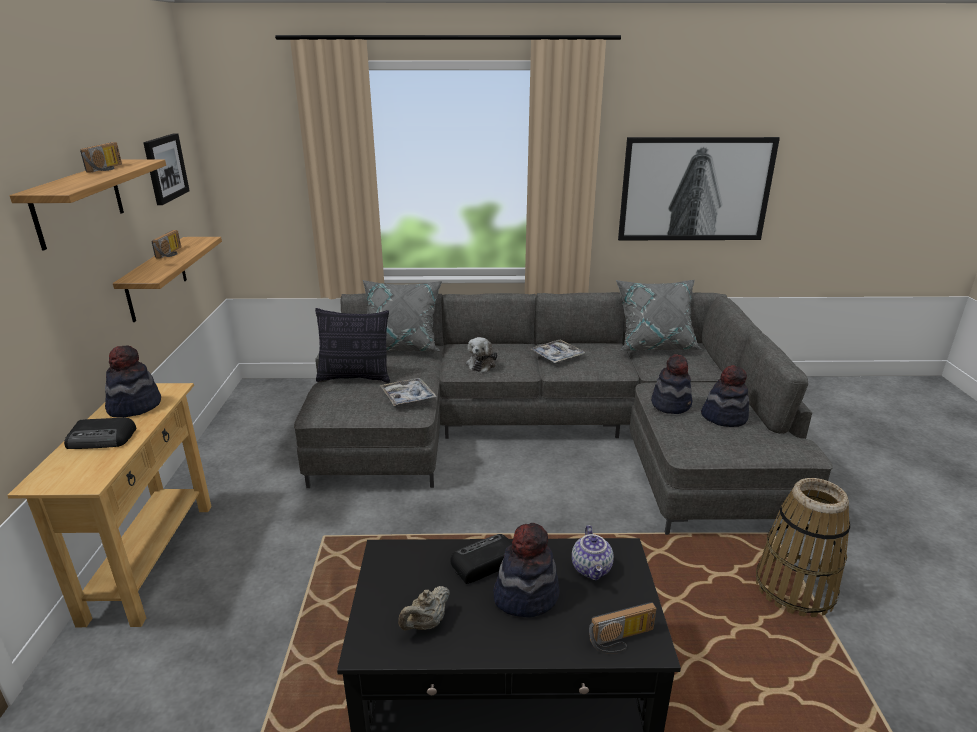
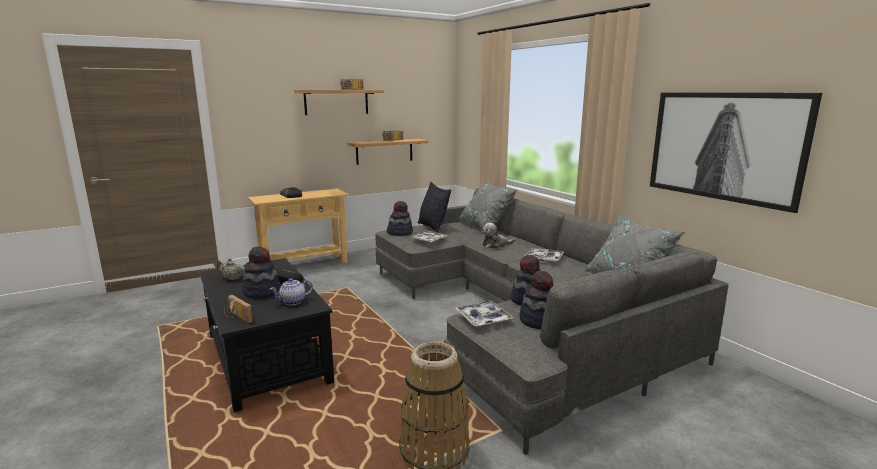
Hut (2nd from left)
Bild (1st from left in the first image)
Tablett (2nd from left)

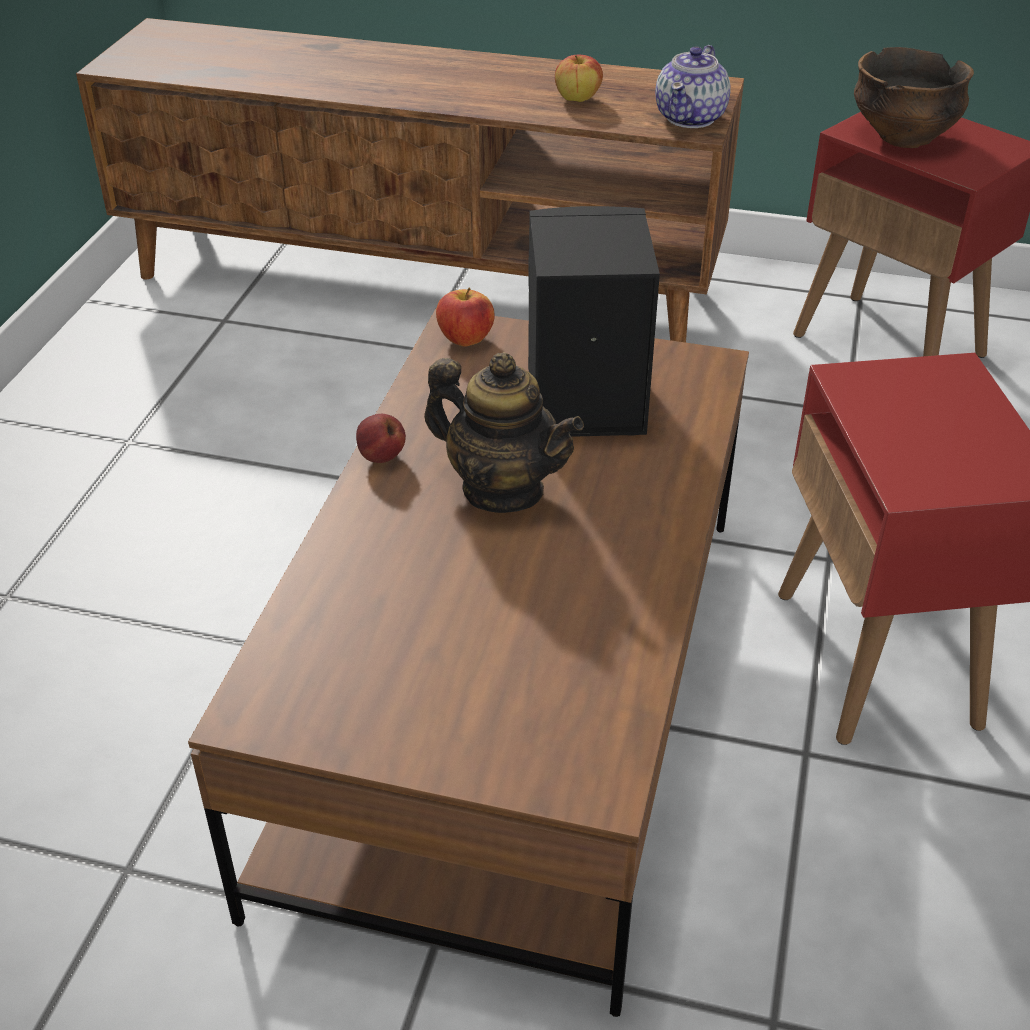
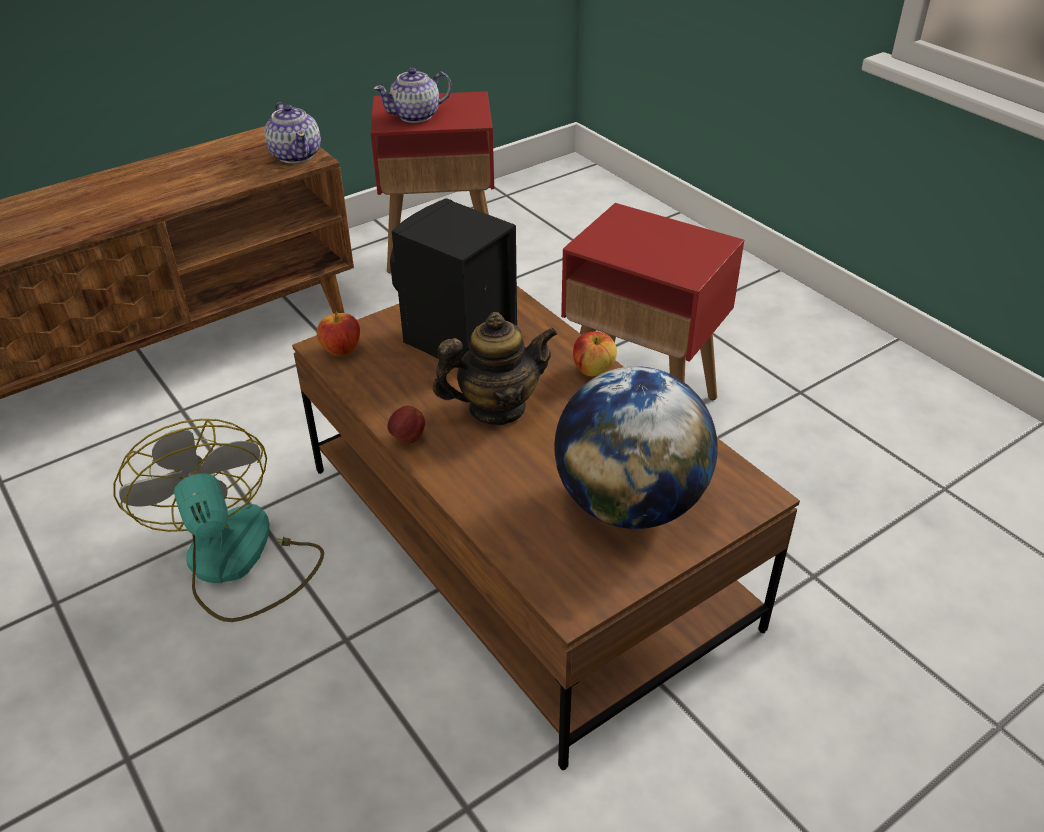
Apfel (3rd from left)
Teekanne (2nd from left)
Ventilator
Globus

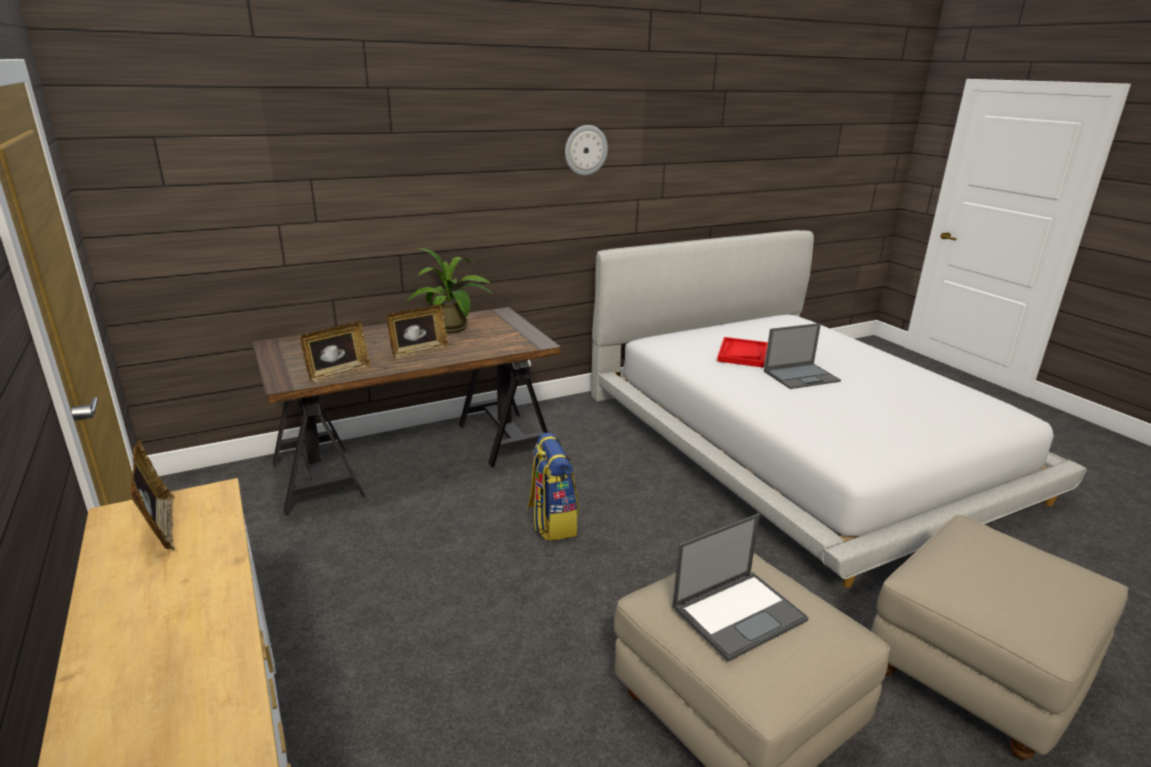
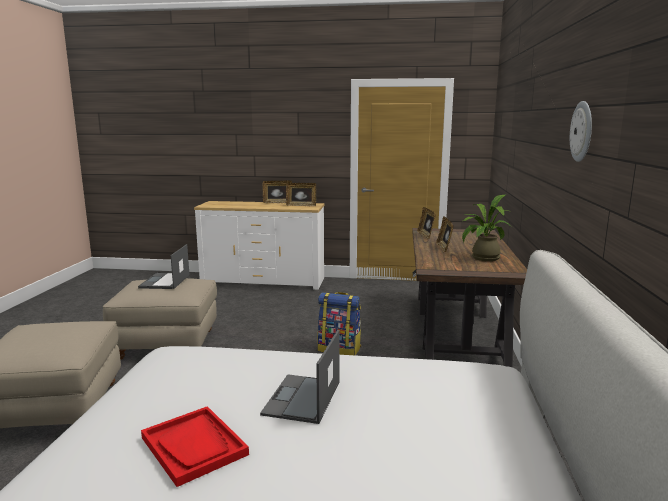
Tablett [rot]
Bilderrahmen (1st from left)

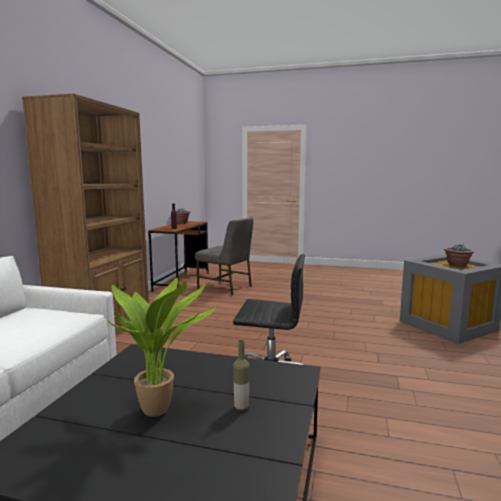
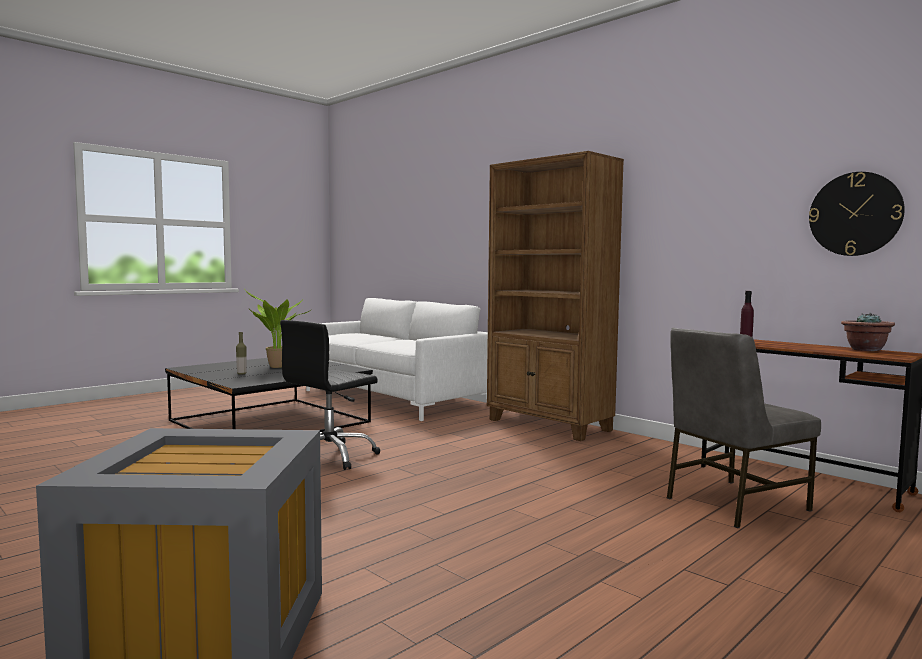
Topfpflanze (3rd from left in the first image)
Wanduhr

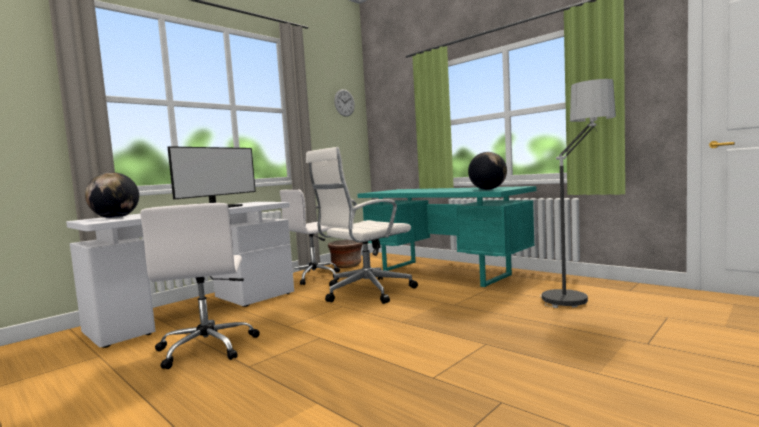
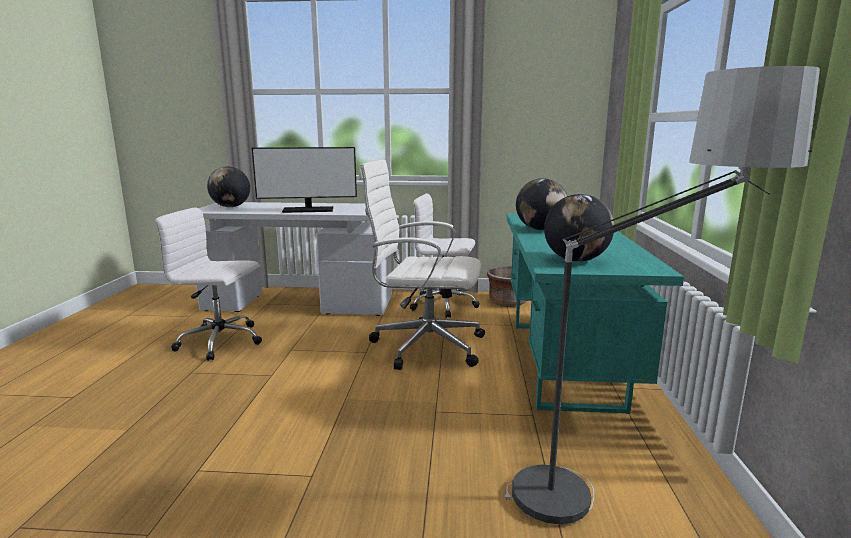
Bürostuhl [weiß] (1st from left)
Wanduhr
Globus (2nd from left)

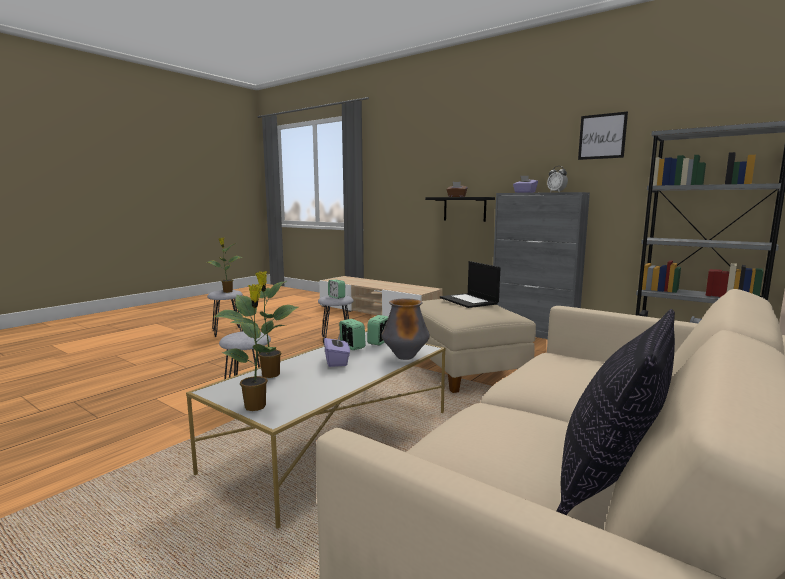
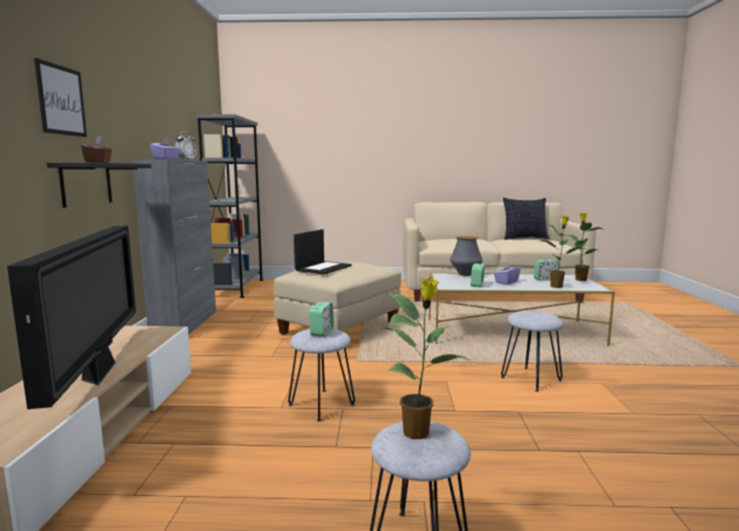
Wecker (4th from left)
Bild
Fernseher

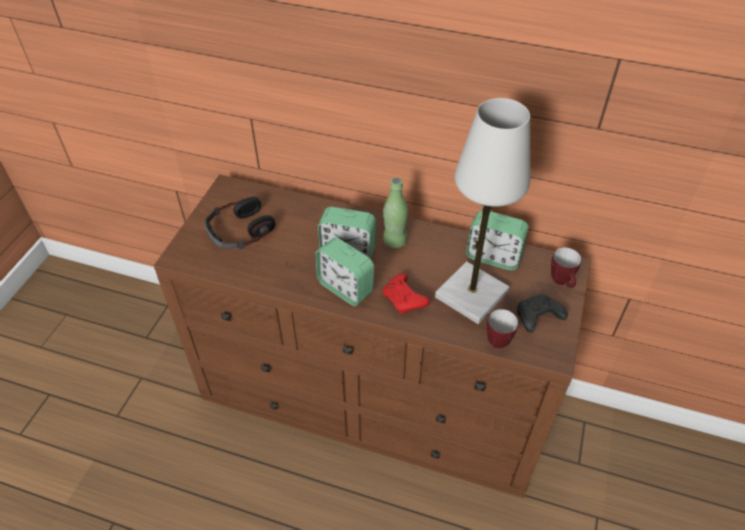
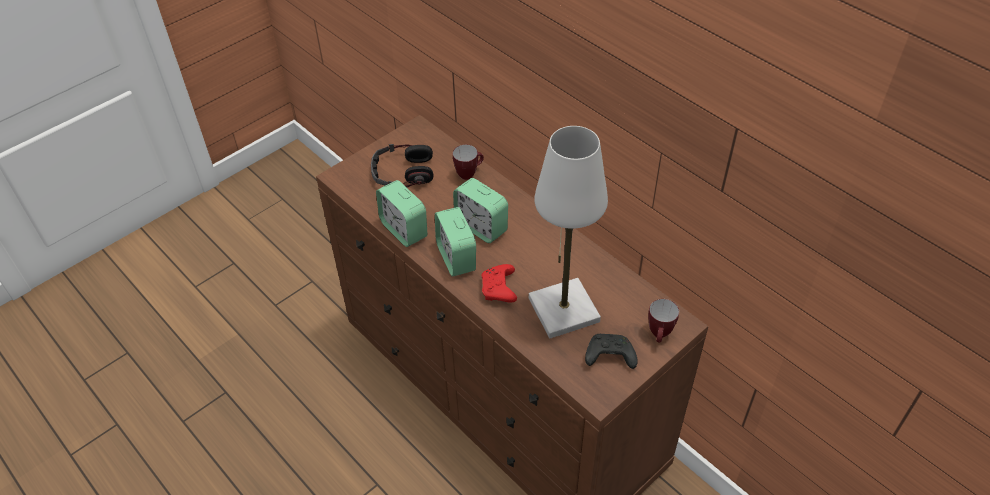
Flasche [grün]
Wecker (1st from left)
Henkelbecher (1st from left)

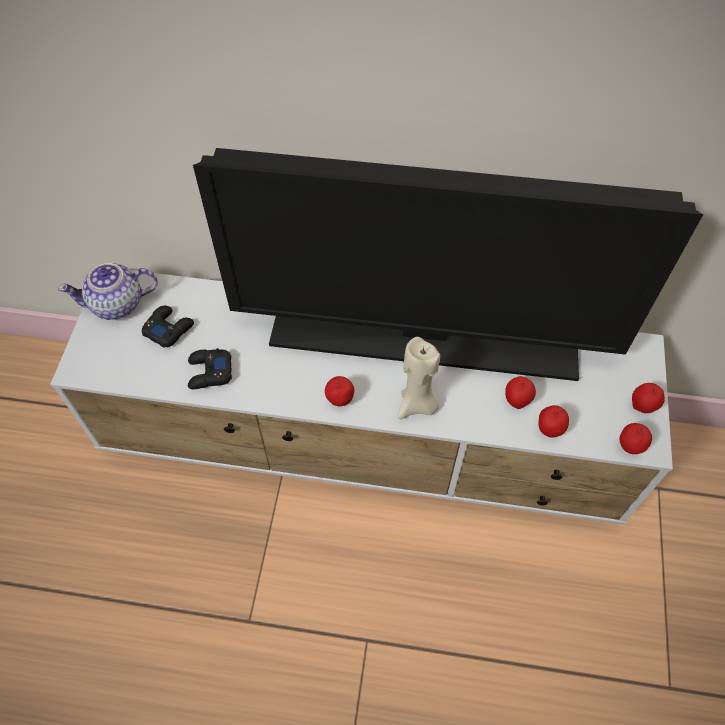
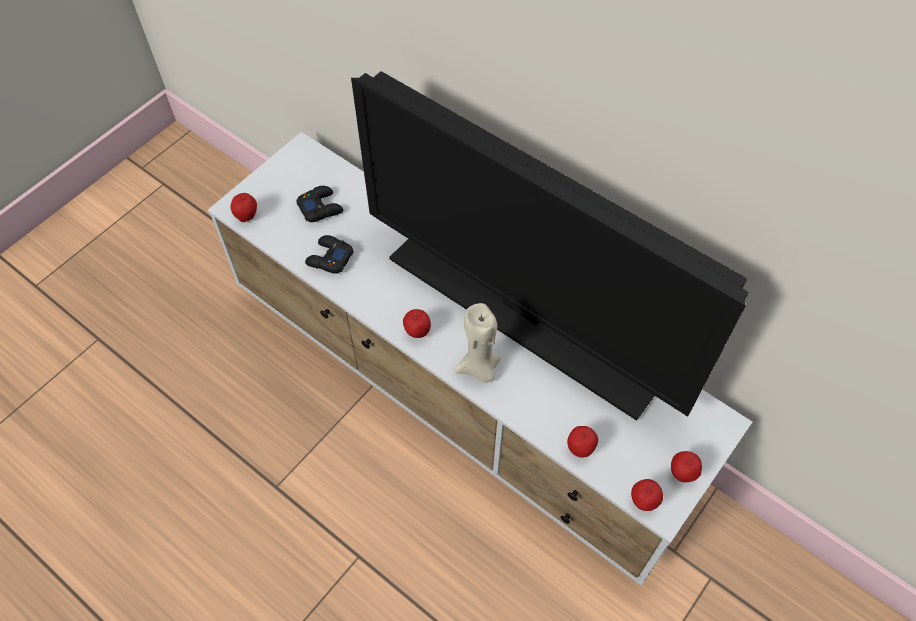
Teekanne
Apfel (1st from left)

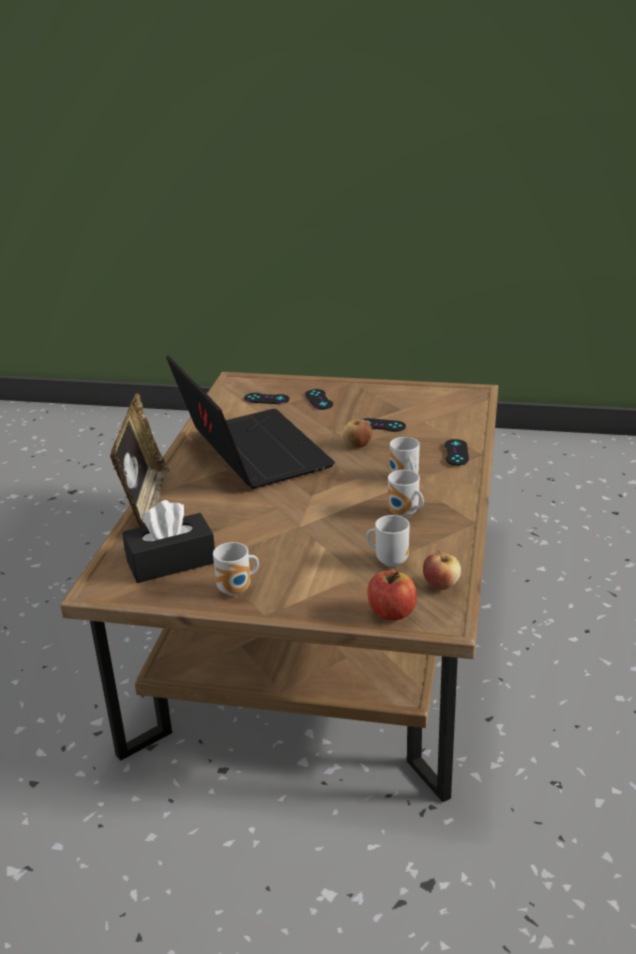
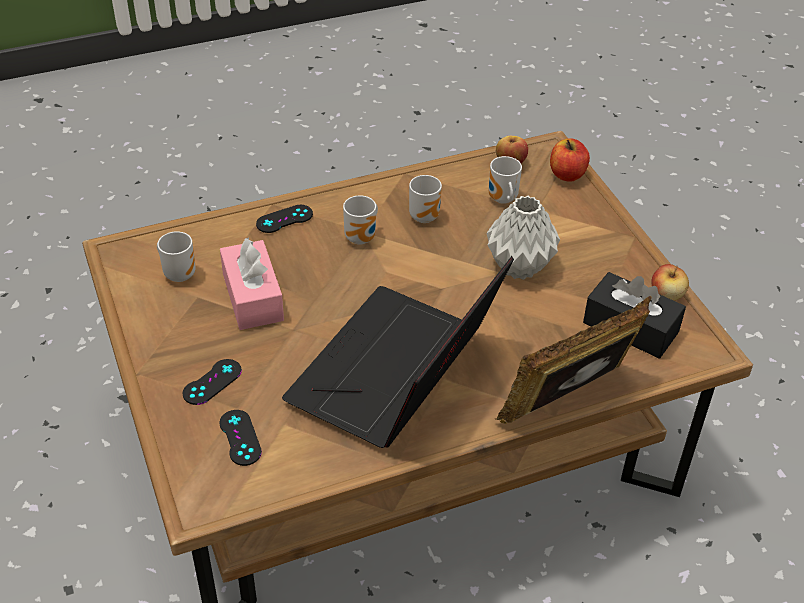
Henkelbecher (1st from left)
Apfel (3rd from left)
Taschentuchbox [rosa]
Vase [grau]

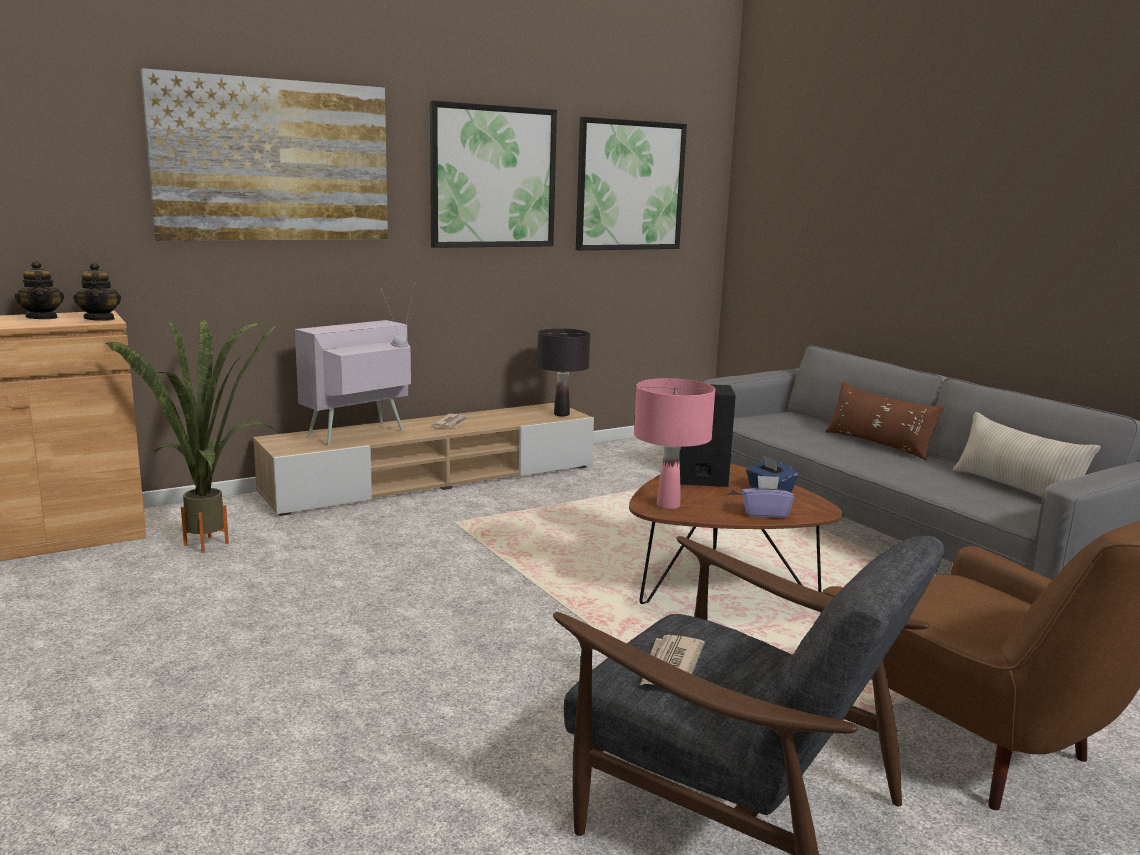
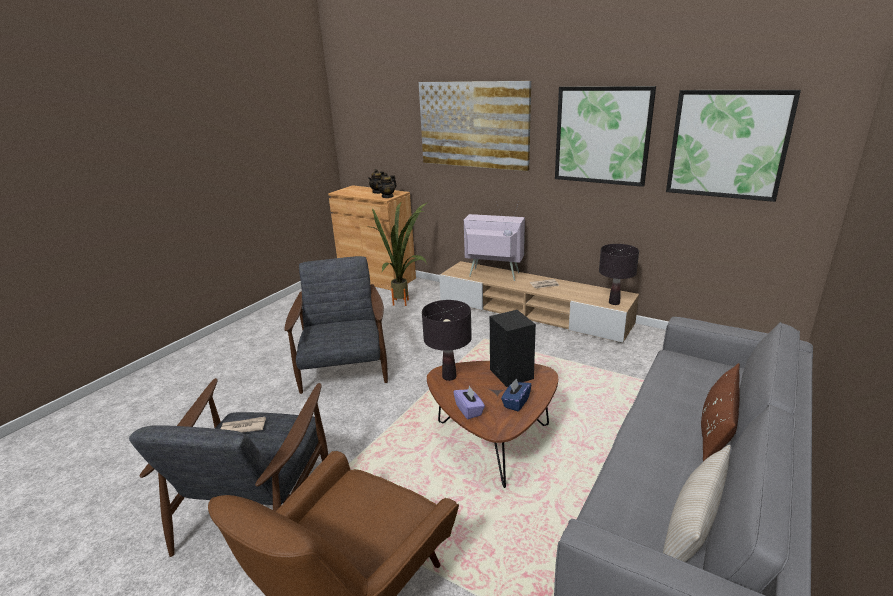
Tischlampe [schwarz] (1st from left)
Sessel [grau] (2nd from left)

